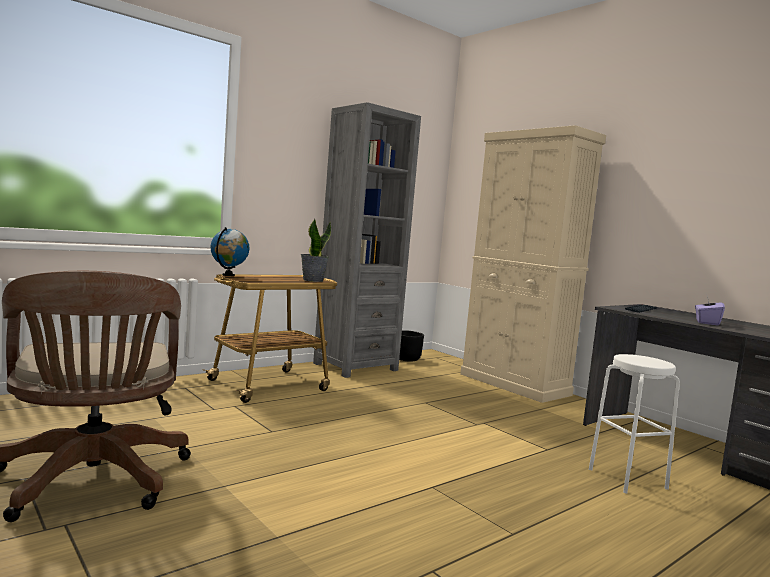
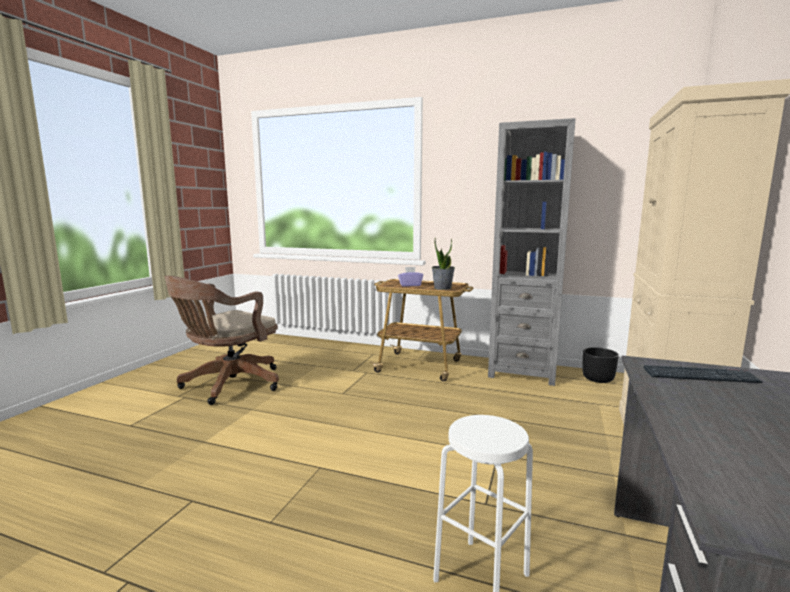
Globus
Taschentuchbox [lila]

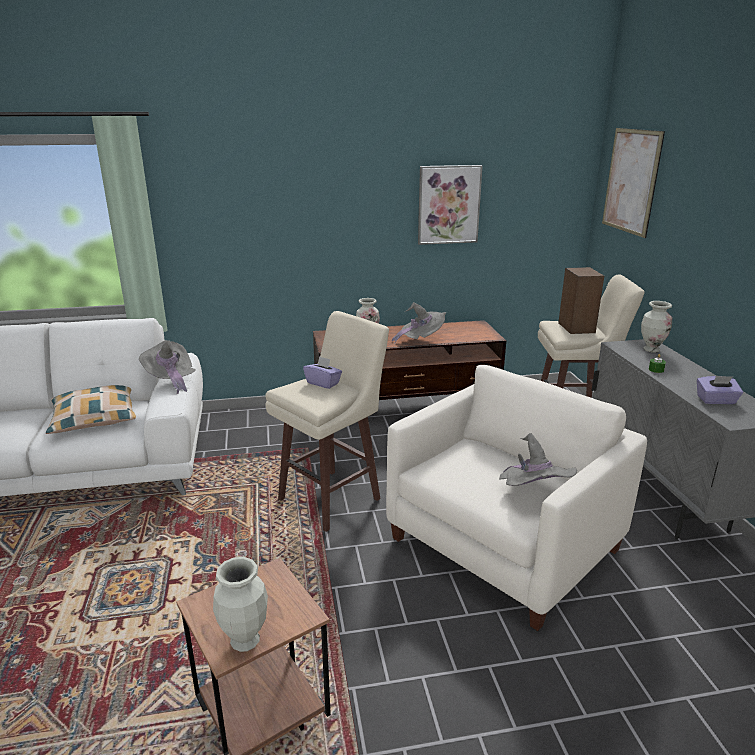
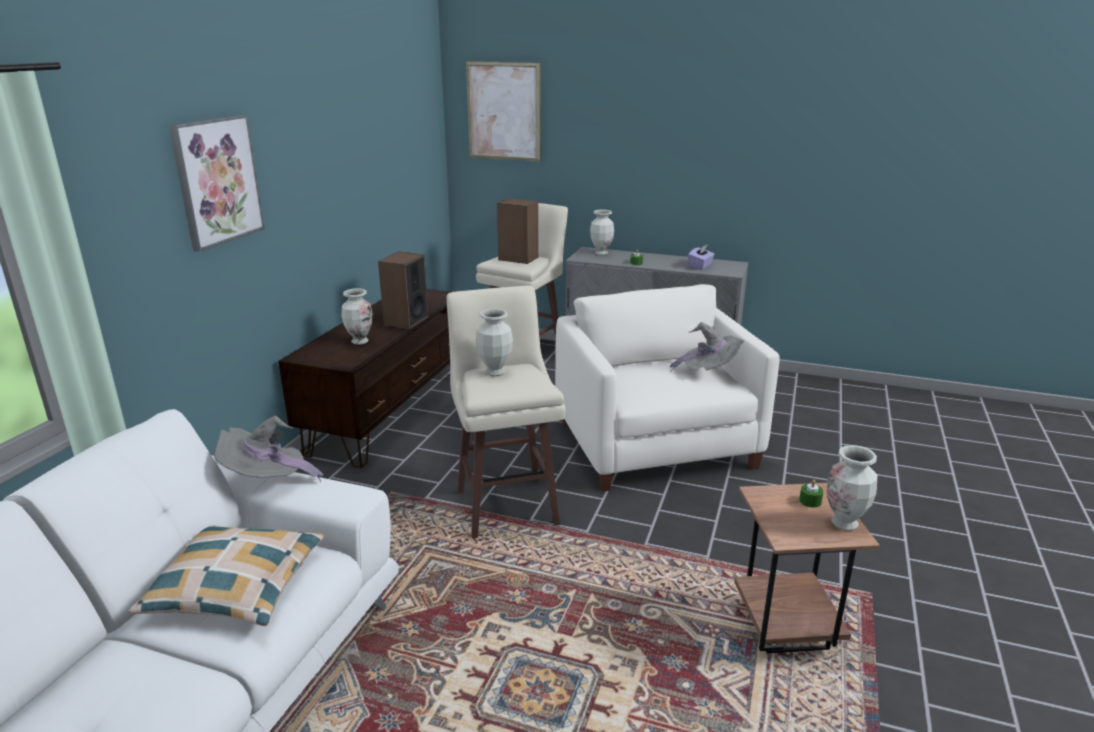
Vase (2nd from left)
Lautsprecher (1st from left)
Bild (1st from left)
Kerze [grün] (2nd from left)

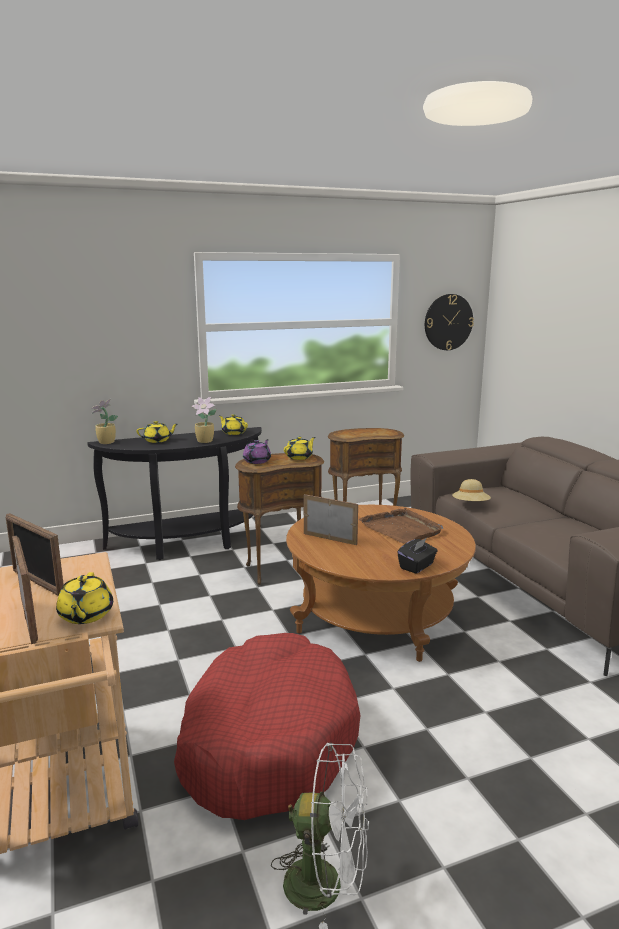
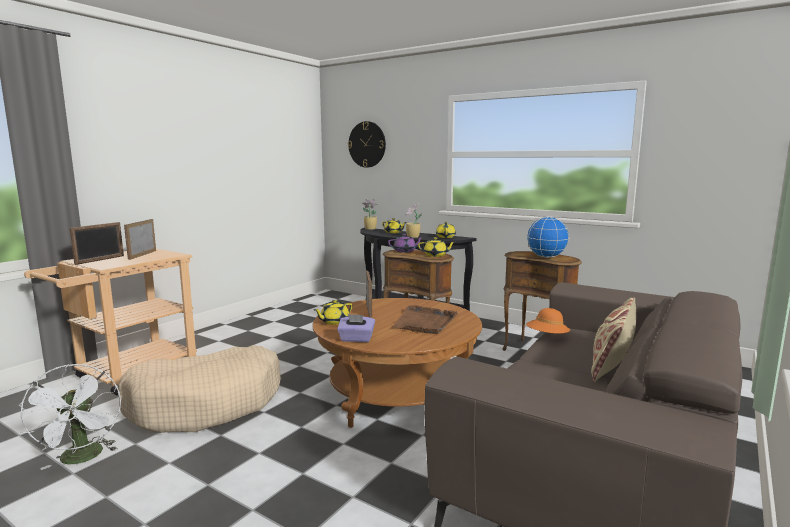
Teekanne [gelb] (1st from left)
Hundebett [beige]
Taschentuchbox [lila]
Wanduhr
Hut [orange]
Globus
Kissen [beige]

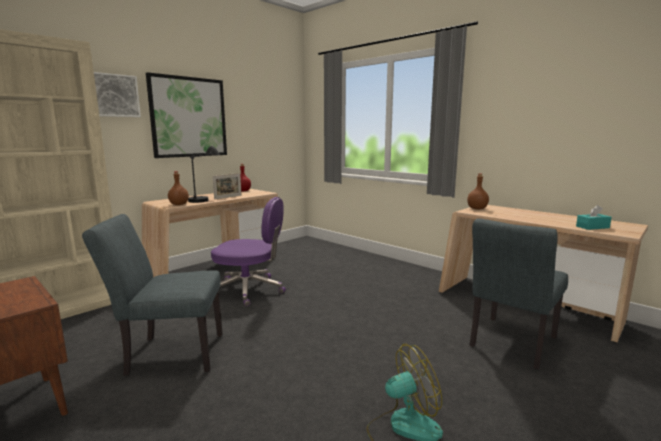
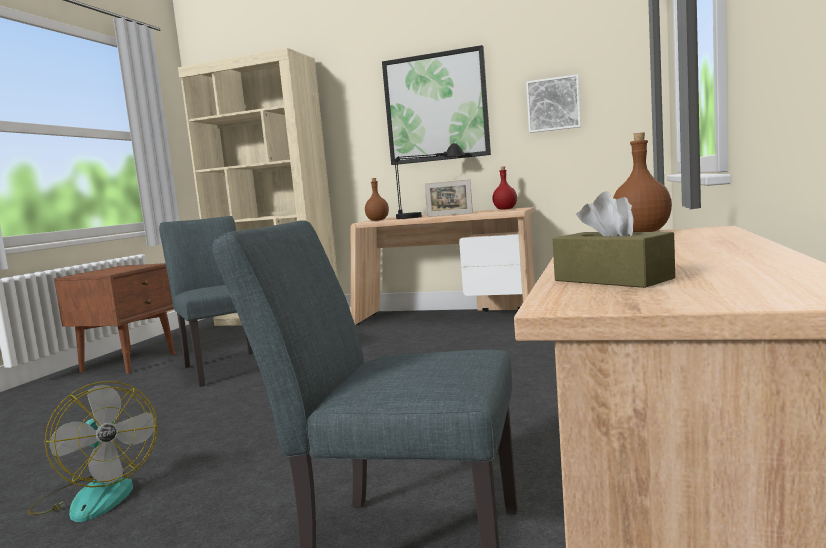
Bild (2nd from left)
Bürostuhl [lila]
Taschentuchbox [braun]

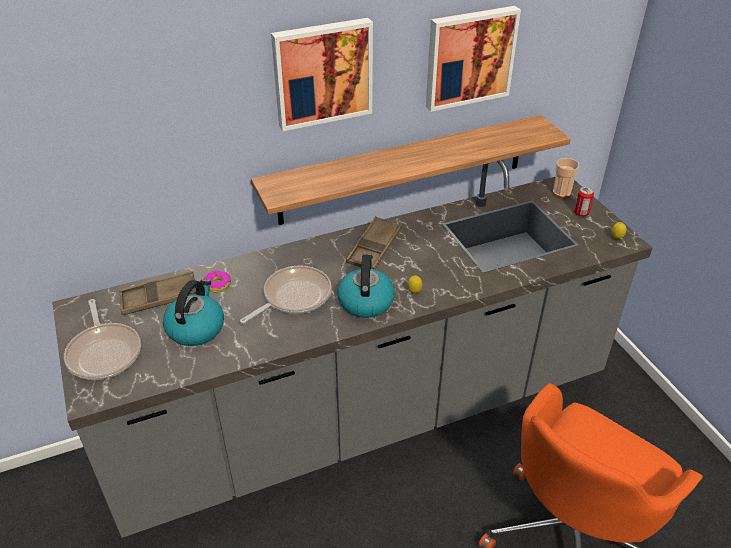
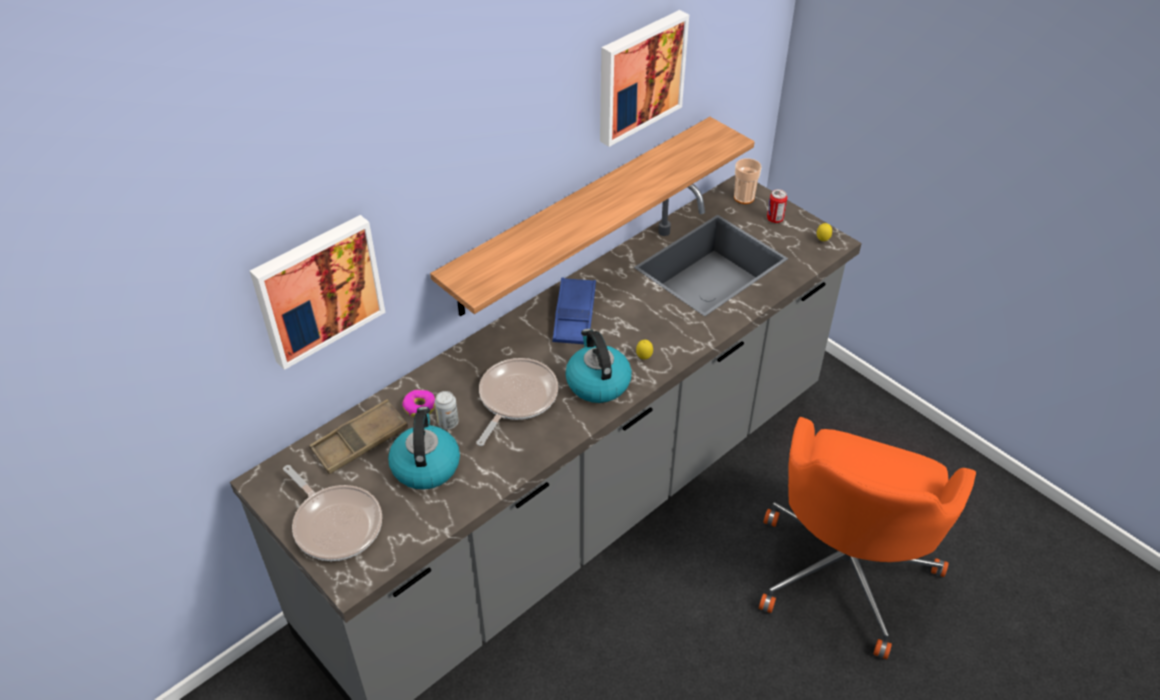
Bild (1st from left)
Tablett [blau]
Dose (1st from left)

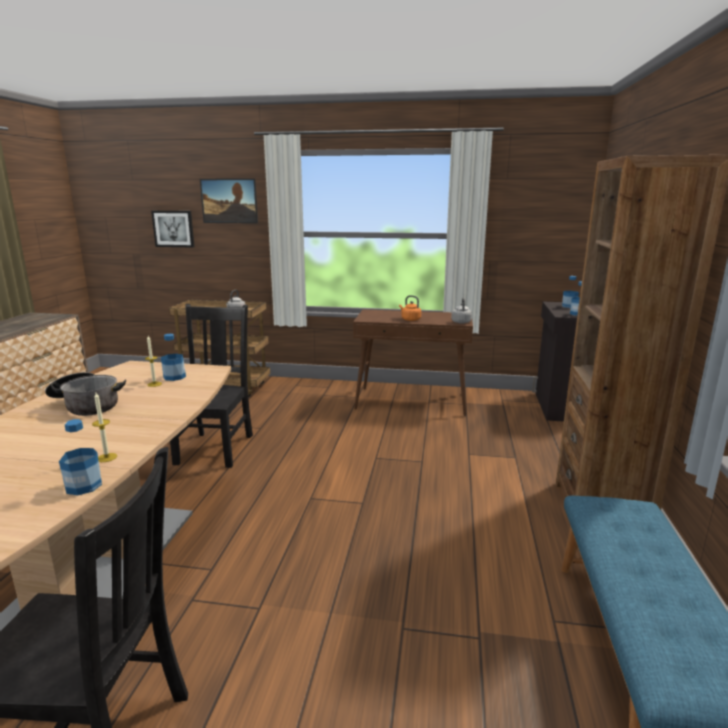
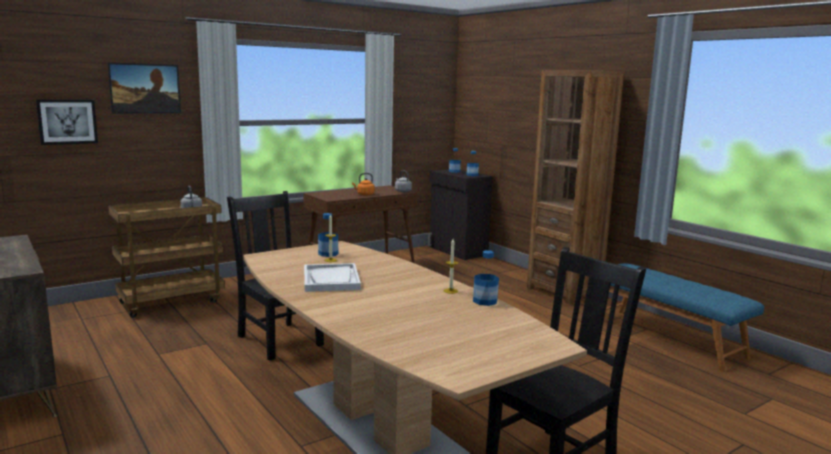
Tablett [weiß]

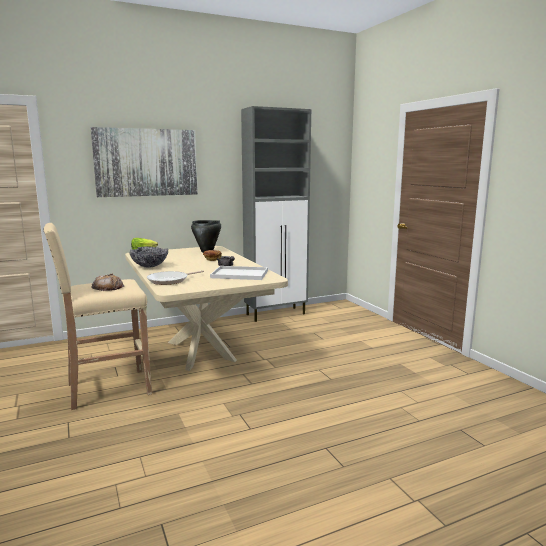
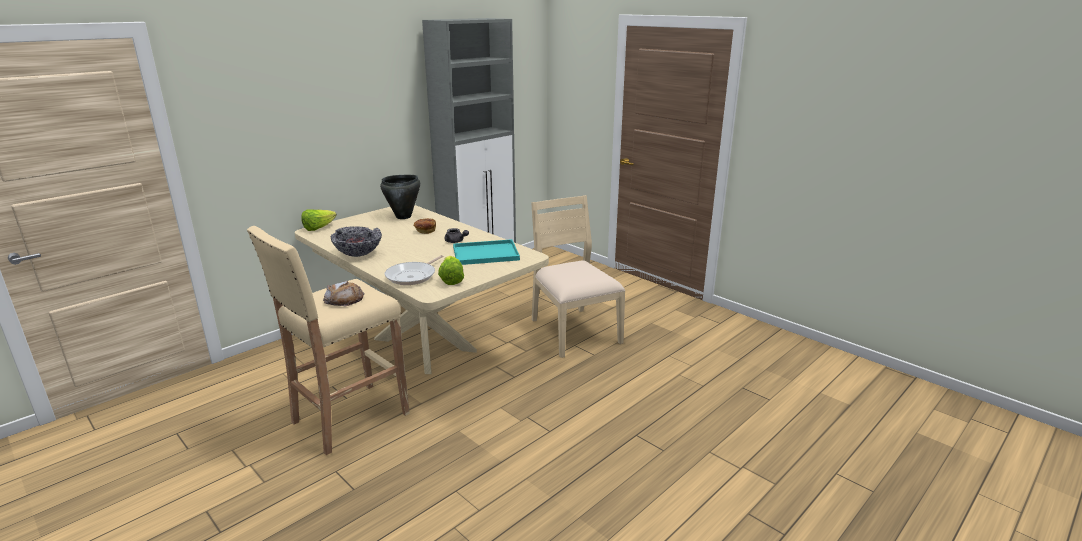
Bild
Tablett [türkis]
Salatkopf (2nd from left)
Stuhl [beige]

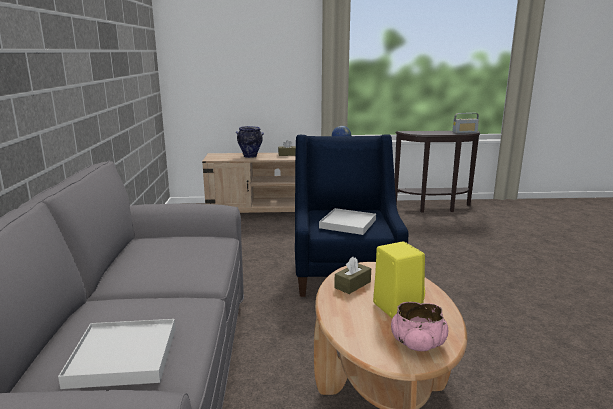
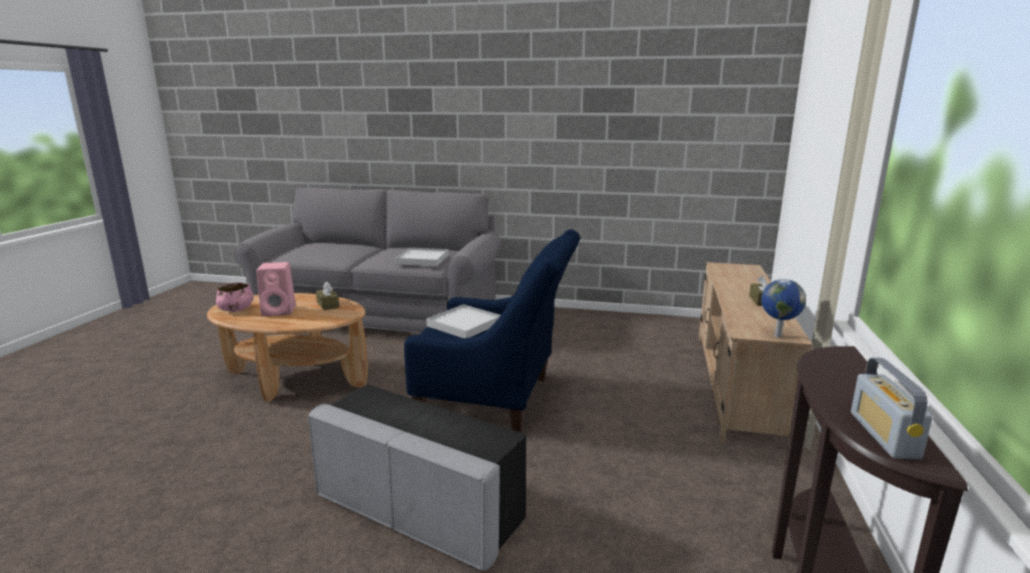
Tablett [weiß] (1st from left)
Vase
Lautsprecher [rosa]
Polsterhocker [grau]

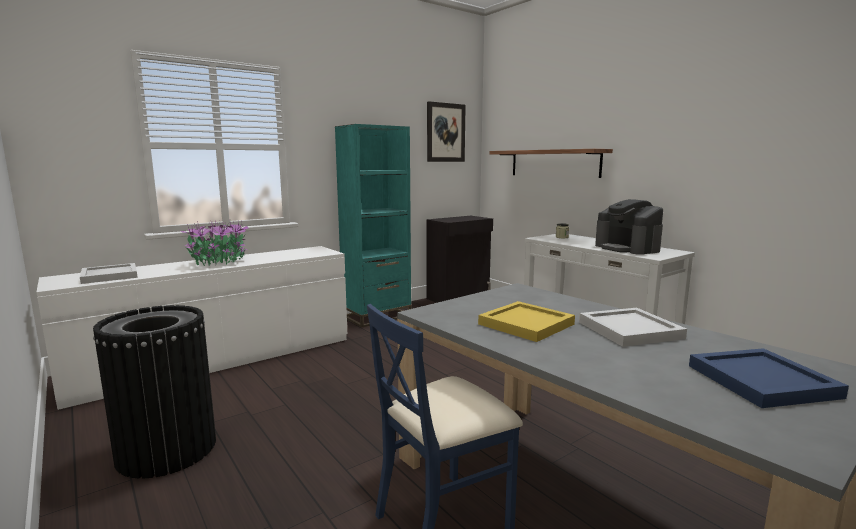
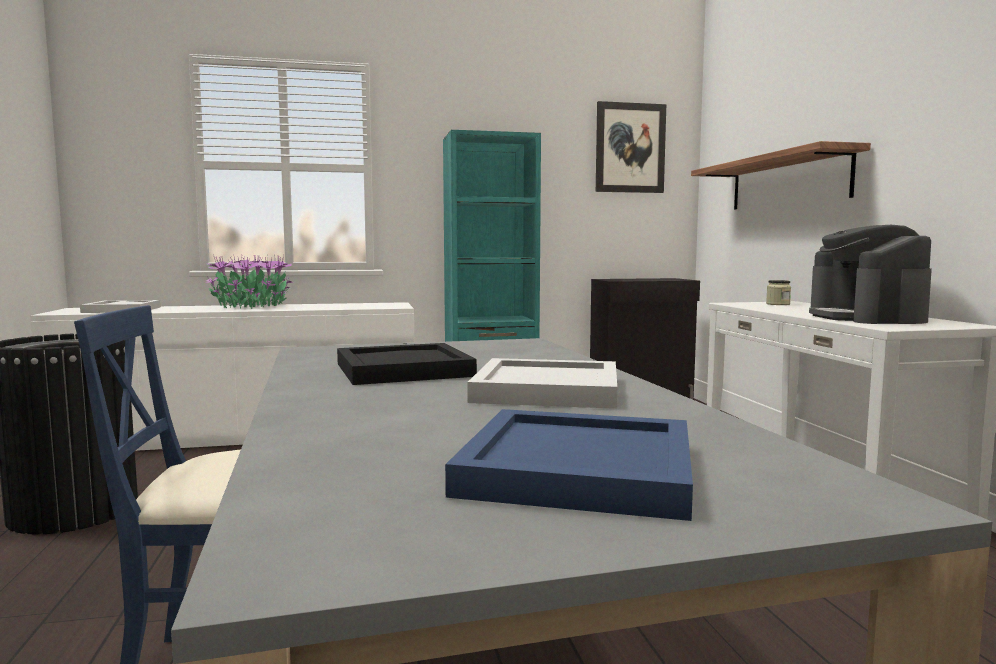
Tablett [schwarz]

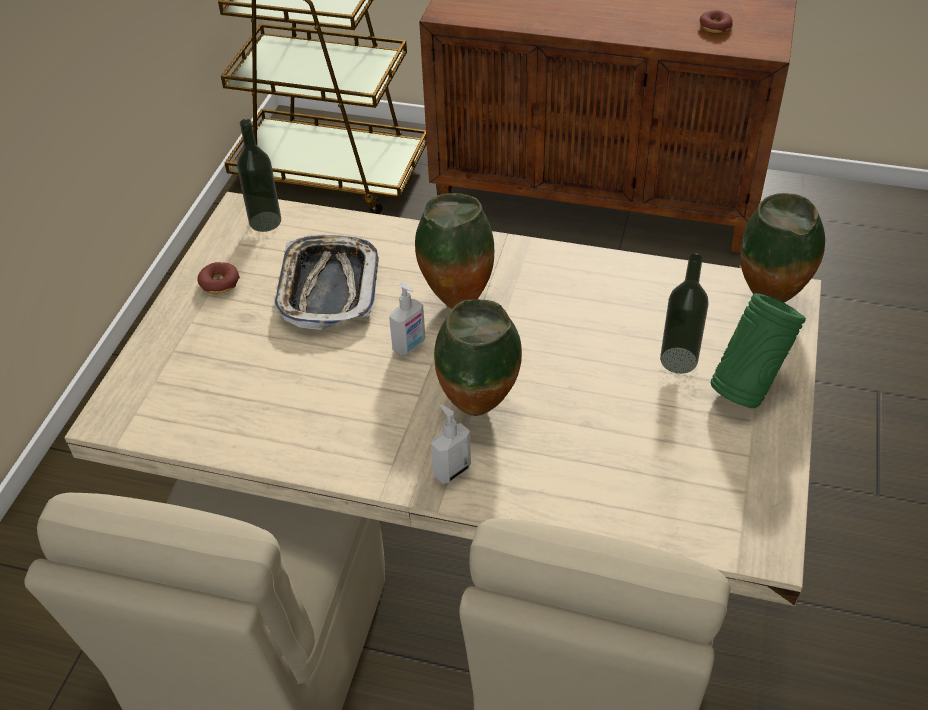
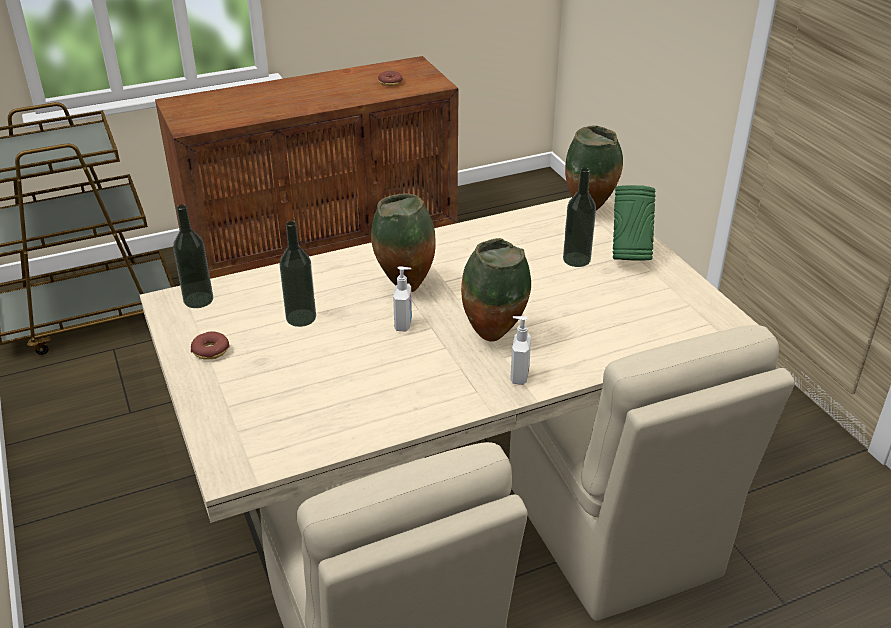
Flasche (2nd from left)

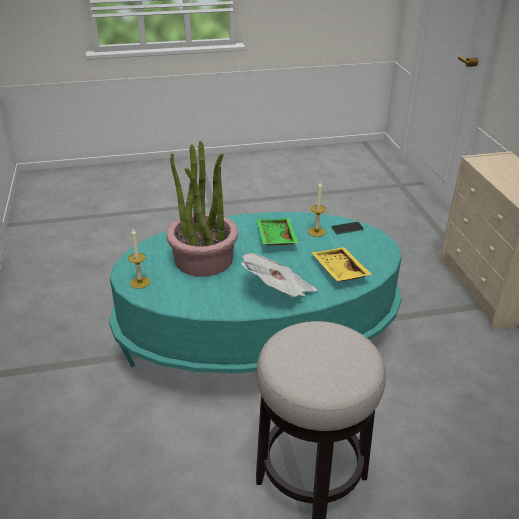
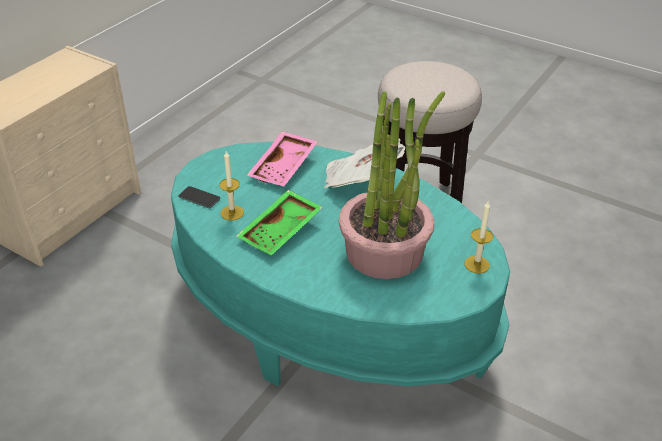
Tablett [rosa]

